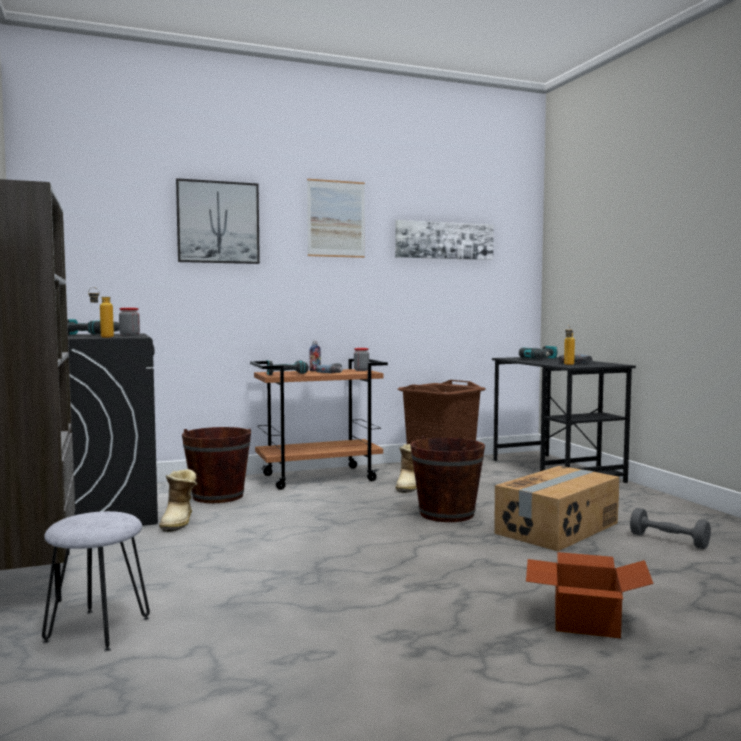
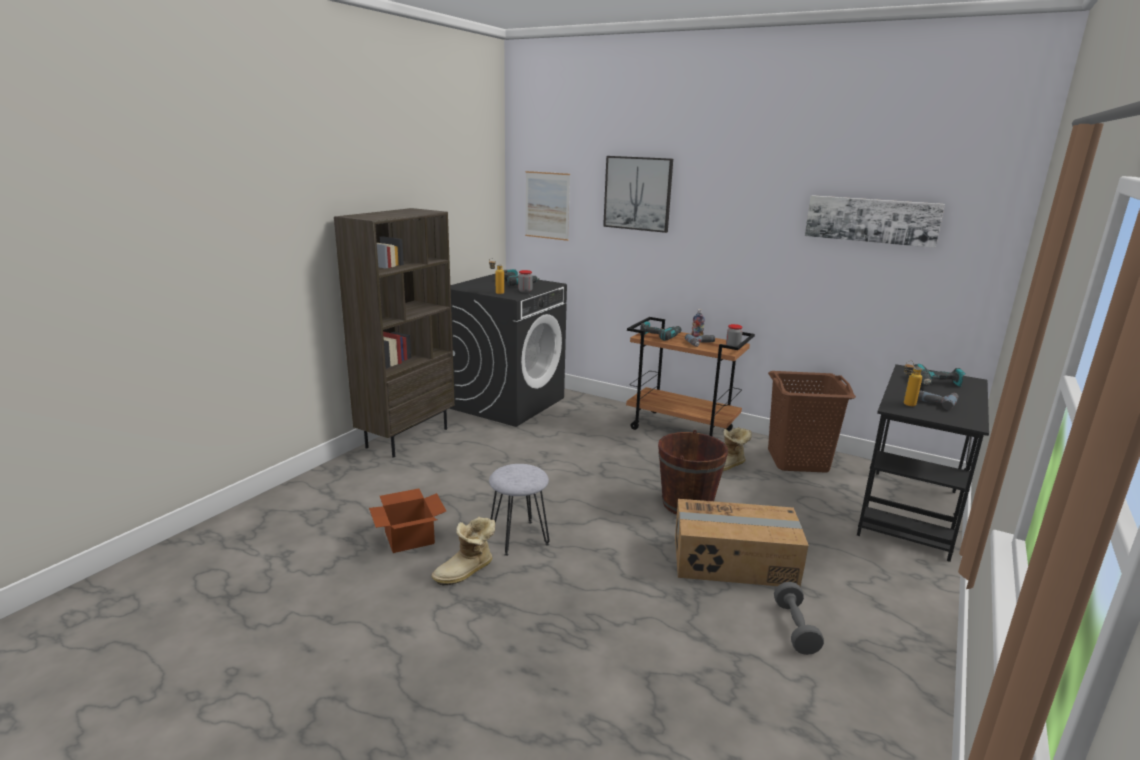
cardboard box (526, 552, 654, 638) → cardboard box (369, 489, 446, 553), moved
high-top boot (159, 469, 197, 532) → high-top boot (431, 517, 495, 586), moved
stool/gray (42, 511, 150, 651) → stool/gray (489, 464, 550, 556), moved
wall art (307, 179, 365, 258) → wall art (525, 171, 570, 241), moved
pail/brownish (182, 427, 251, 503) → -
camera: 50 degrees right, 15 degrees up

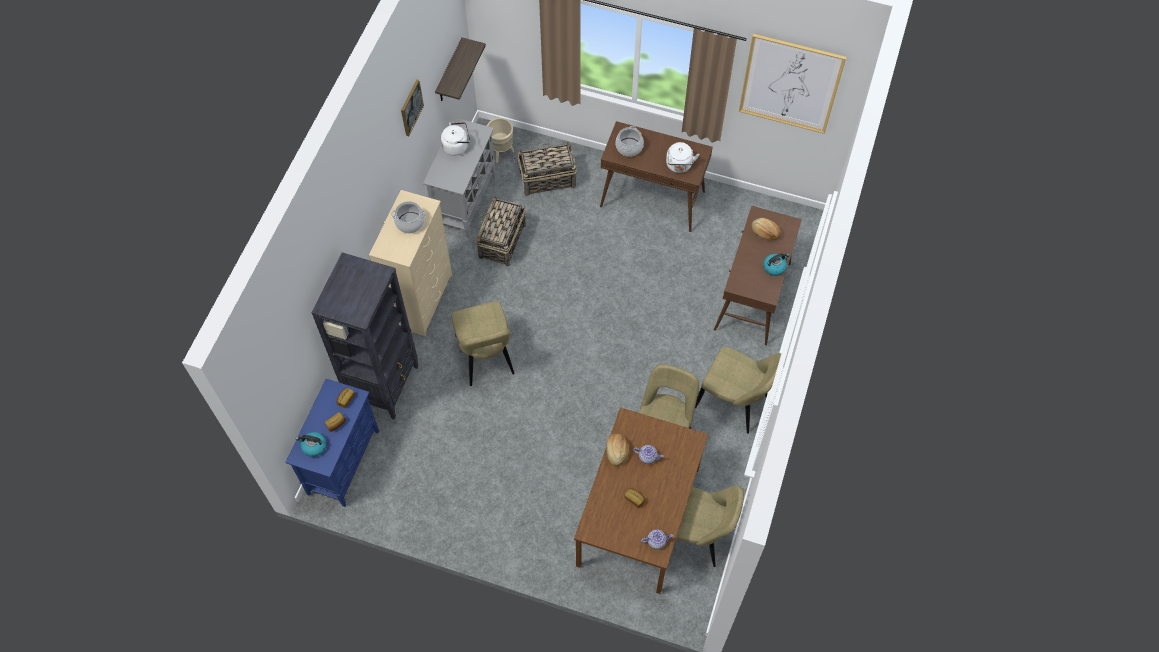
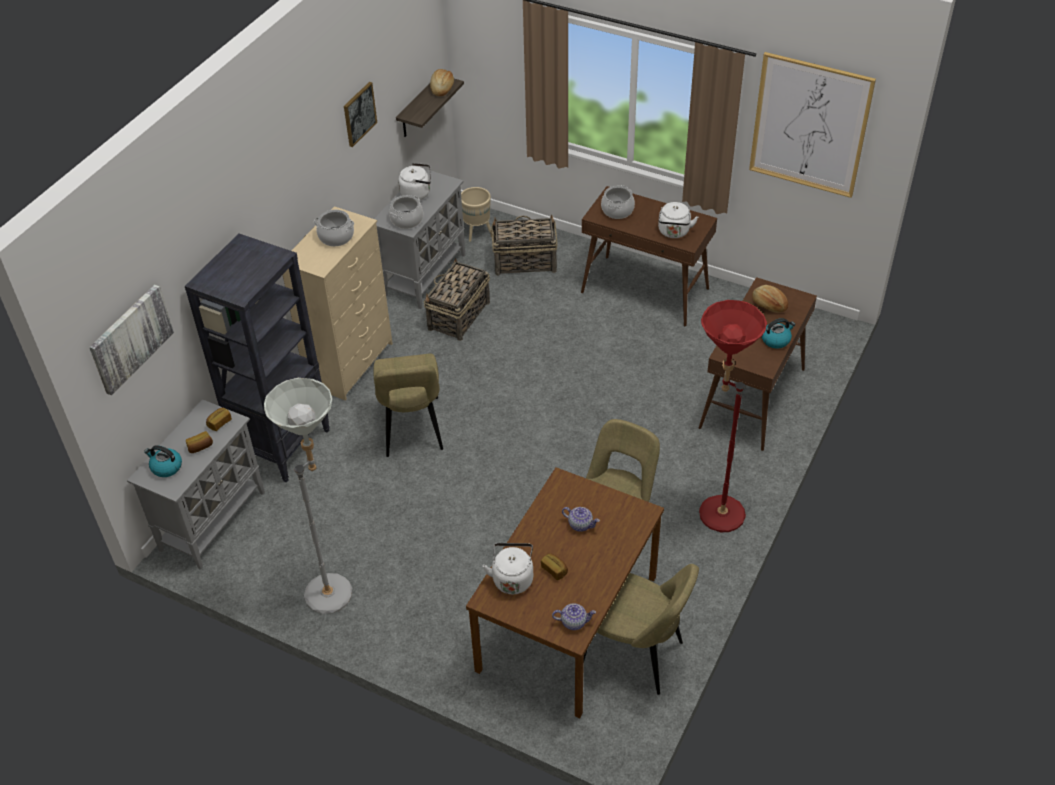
- → wall art (89, 284, 174, 395)
cupboard/blue-coloured (285, 379, 379, 507) → cupboard/gray (127, 399, 265, 570)
- → standard lamp/gray (264, 378, 352, 614)
- → saucepot (389, 195, 423, 229)
bread (606, 433, 629, 466) → bread (430, 69, 454, 96), moved
- → tea kettle/whitish (483, 543, 533, 594)
plain chair/sand-coloured (695, 347, 782, 434) → standard lamp/red (699, 300, 767, 532)
camera: 10 degrees right, 15 degrees down

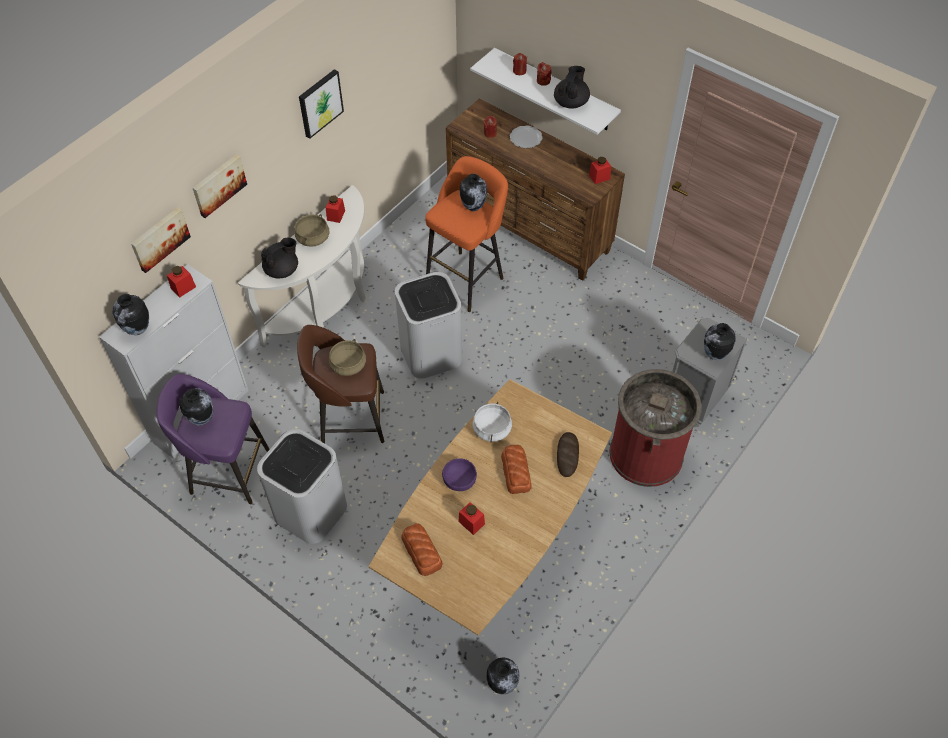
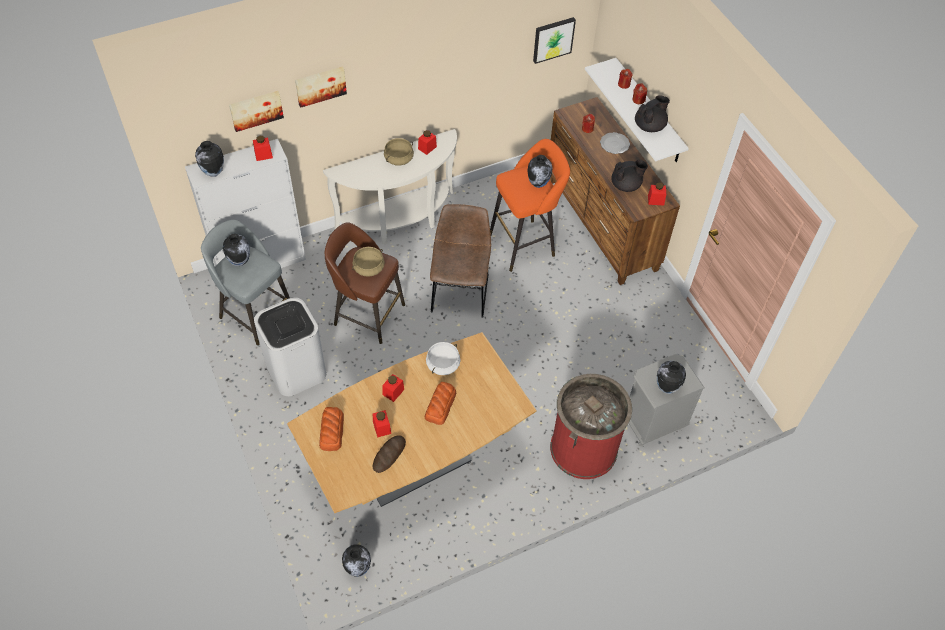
stool/purple (156, 374, 270, 504) → stool/gray (201, 219, 290, 345)
bread (557, 432, 579, 477) → bread (373, 435, 406, 473), moved
bowl/purple (442, 459, 477, 491) → preserve jar/red (383, 374, 404, 402)
rubbish bin/whitish (395, 272, 462, 378) → plain chair/brownish (430, 204, 491, 318)
wall art (299, 69, 344, 139) → wall art (533, 17, 576, 64), moved
teapot/black (261, 237, 298, 278) → teapot/black (611, 160, 648, 192), moved
camera: 25 degrees right, 0 degrees up

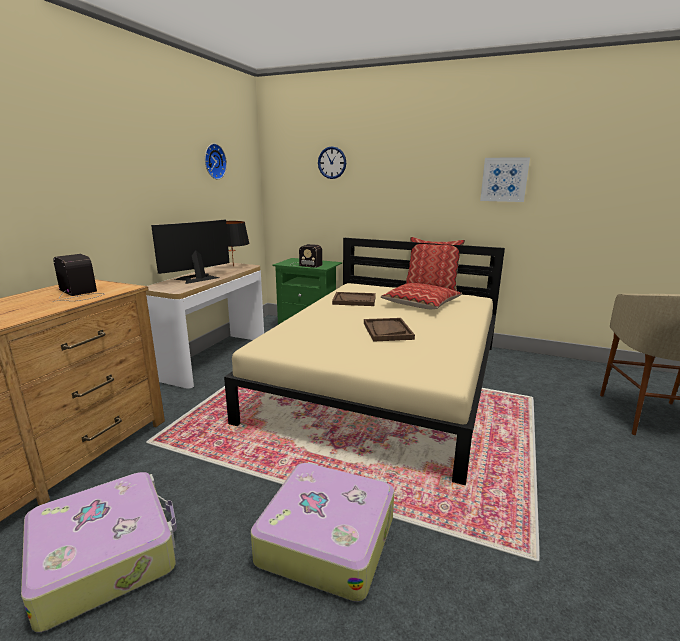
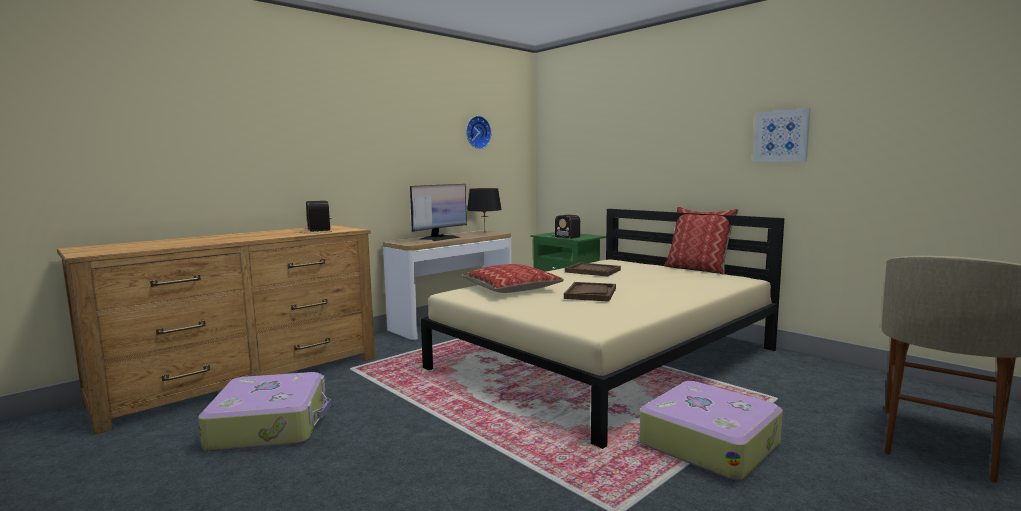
monitor (151, 220, 229, 284) → monitor (410, 184, 467, 241), 150 degrees clockwise
pillow (381, 283, 462, 309) → pillow (462, 264, 564, 293), moved
travel case (251, 462, 394, 602) → travel case (639, 381, 783, 480), moved
clock on the wall (318, 146, 346, 179) → -
camera: 25 degrees right, 10 degrees down

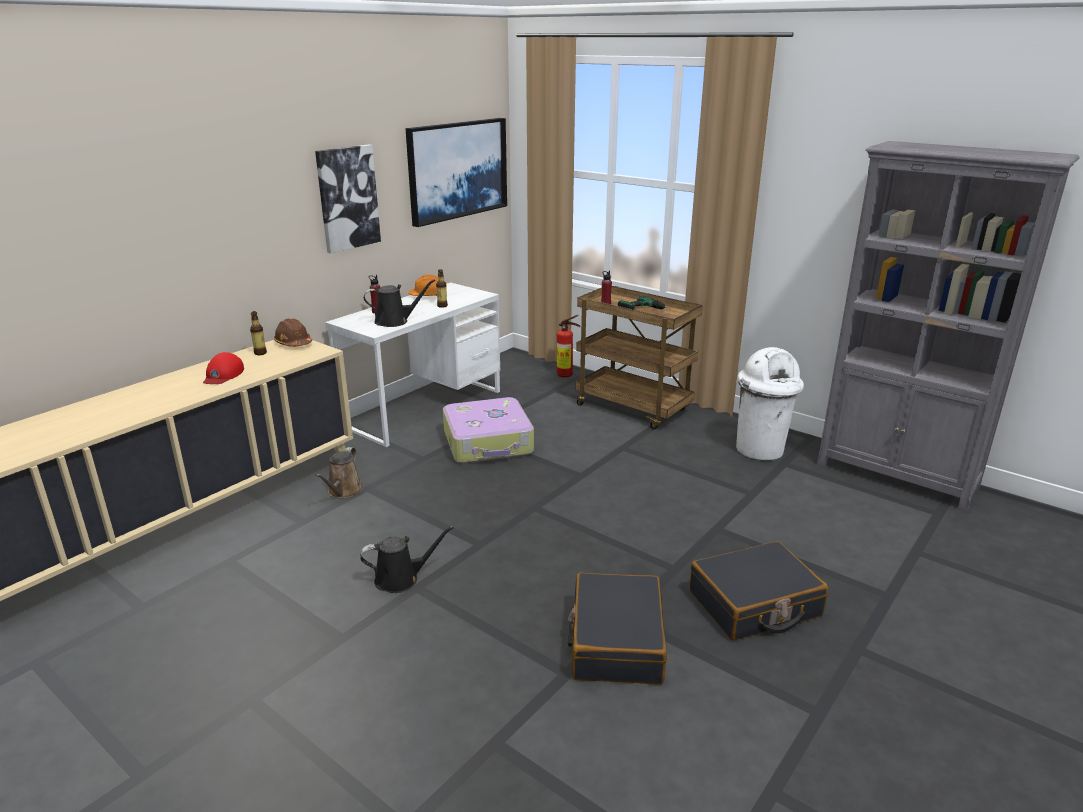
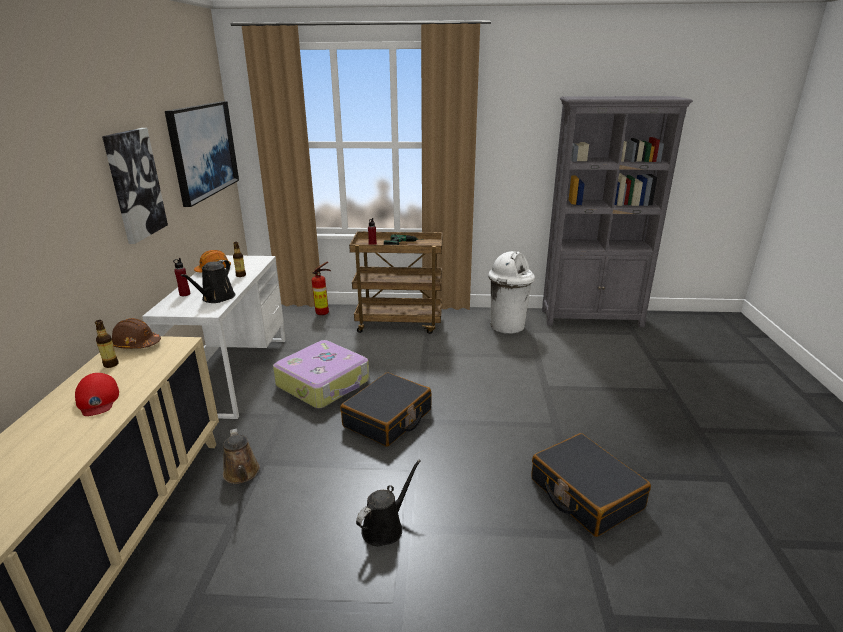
watering can/black (364, 279, 435, 327) → watering can/black (181, 260, 235, 303), 150 degrees clockwise
travel case/black (689, 541, 828, 640) → travel case/black (340, 372, 432, 447), moved
camera: 35 degrees left, 0 degrees up

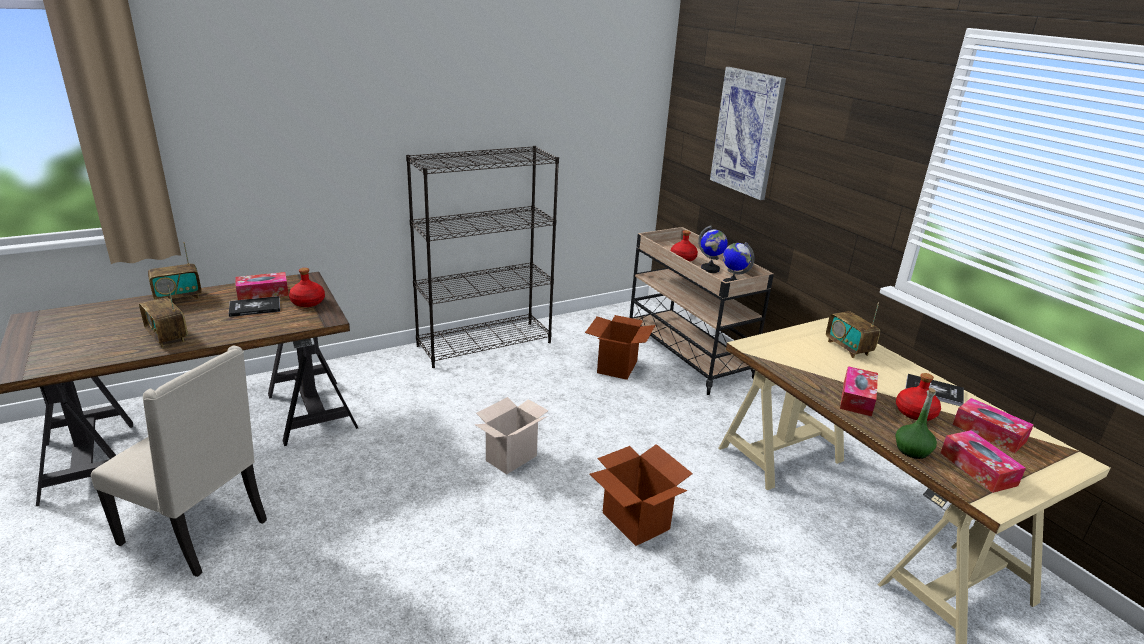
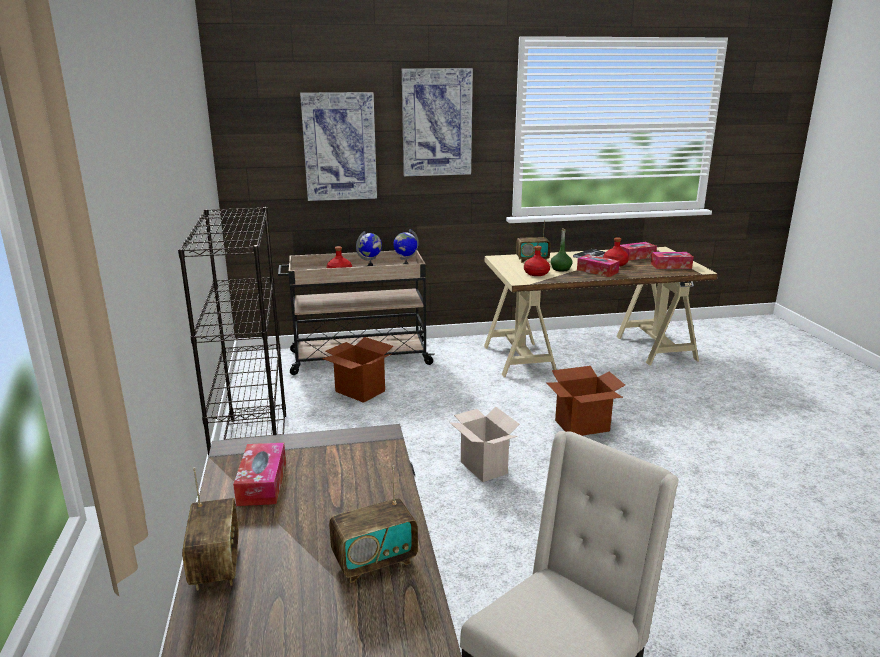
- → wall art (402, 68, 473, 176)
beverage bottle/red (289, 268, 325, 307) → beverage bottle/red (524, 246, 550, 276), moved
beverage bottle/greenish (896, 388, 937, 459) → beverage bottle/greenish (551, 229, 573, 271), moved
bound book (229, 296, 280, 317) → -
camera: 70 degrees left, 5 degrees down

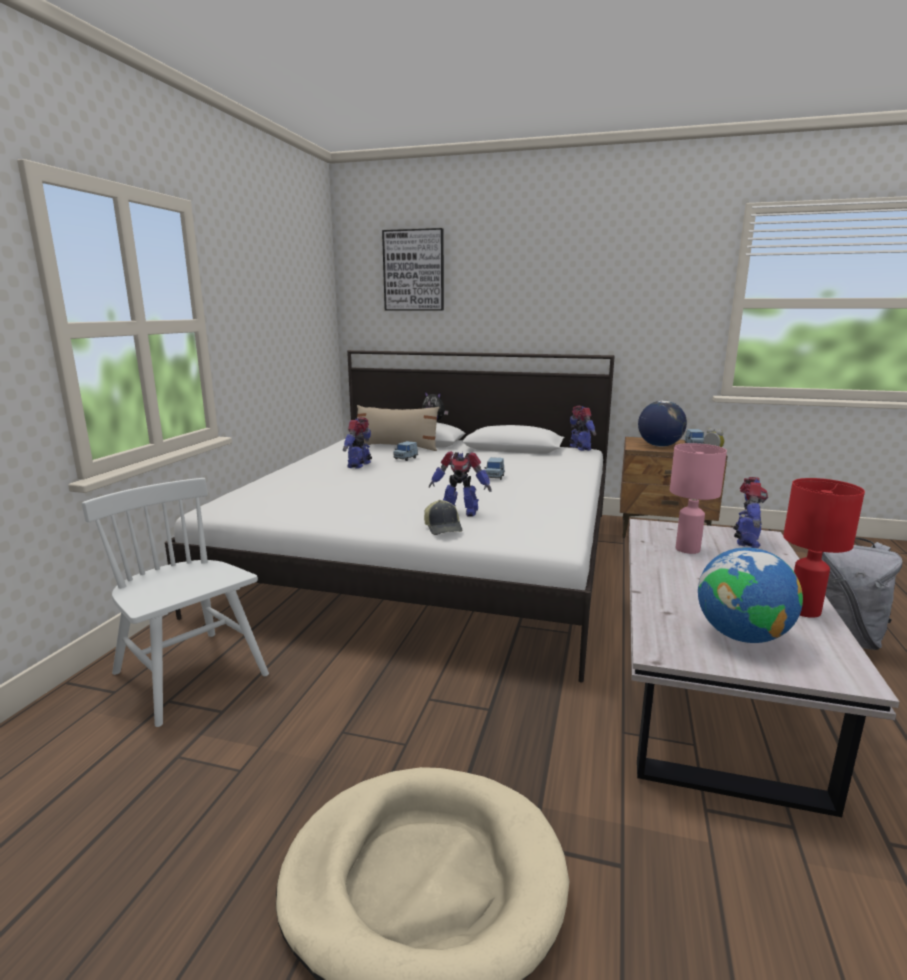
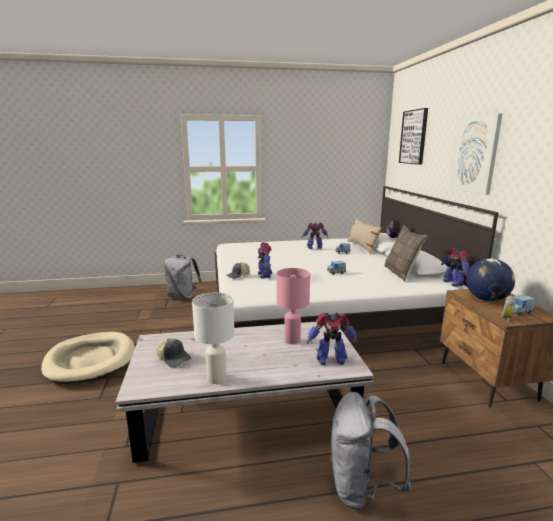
world globe (698, 547, 803, 643) → cap (156, 338, 191, 368)
plain chair/whitish (82, 478, 269, 727) → rucksack/gray (164, 255, 202, 299)
lamp for a table/red (783, 478, 865, 618) → lamp for a table/whitish (192, 292, 235, 384)
- → pillow (384, 225, 427, 281)
robot figure (569, 406, 596, 451) → robot figure (441, 248, 469, 287), 120 degrees clockwise
- → wall art (448, 113, 502, 195)
camera: 65 degrees right, 0 degrees up

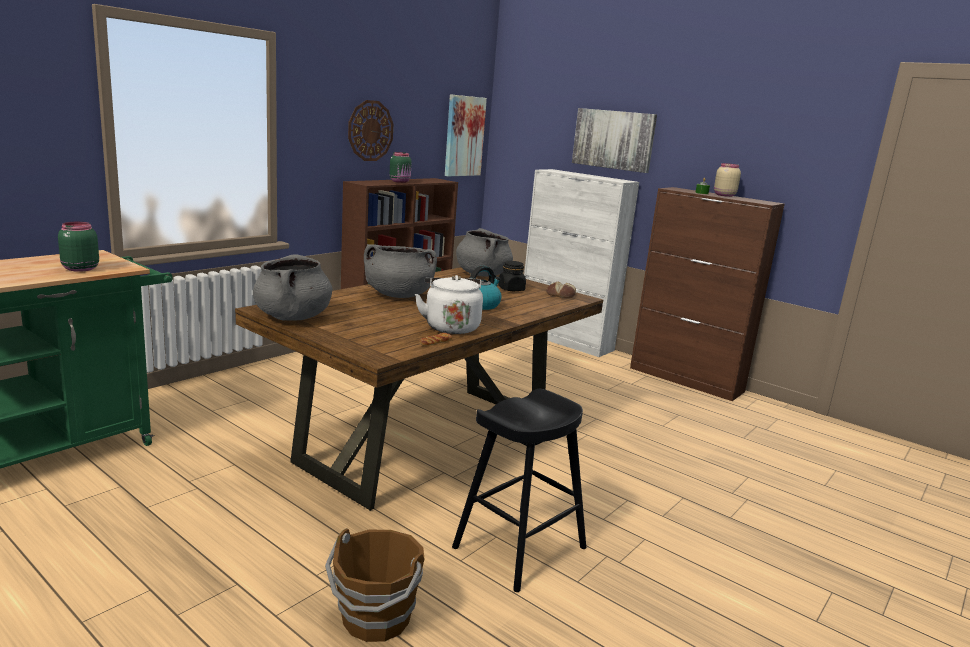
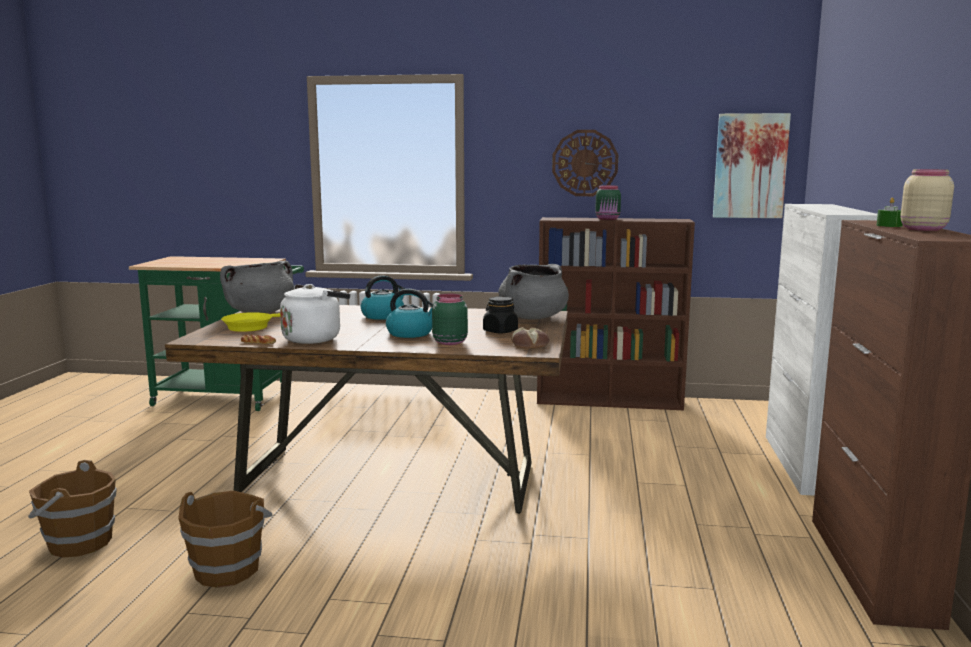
stool/black (452, 389, 586, 592) → pail/brownish (178, 491, 272, 588)
- → pan/yellowish (221, 312, 280, 332)
saucepot/gray (364, 244, 437, 298) → tea kettle (361, 275, 406, 320)
preserve jar/greenish (58, 222, 99, 272) → preserve jar/greenish (432, 294, 468, 345), moved
wall art (572, 108, 657, 173) → -
camera: 60 degrees right, 5 degrees down

